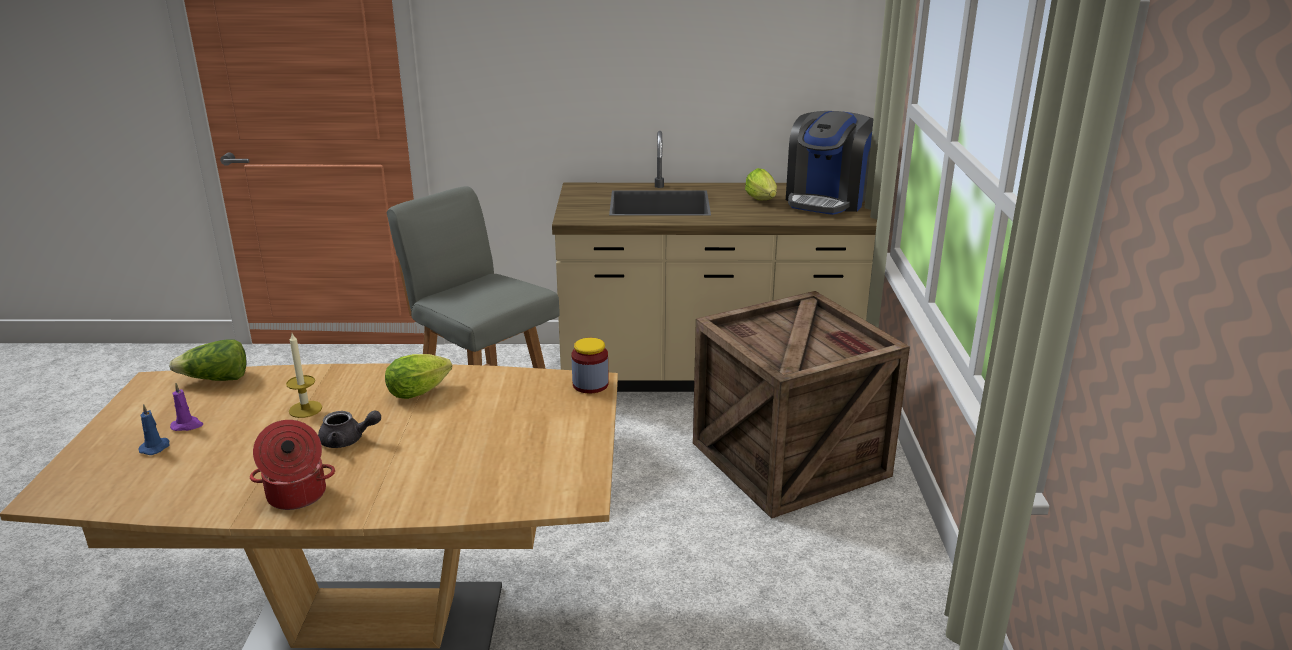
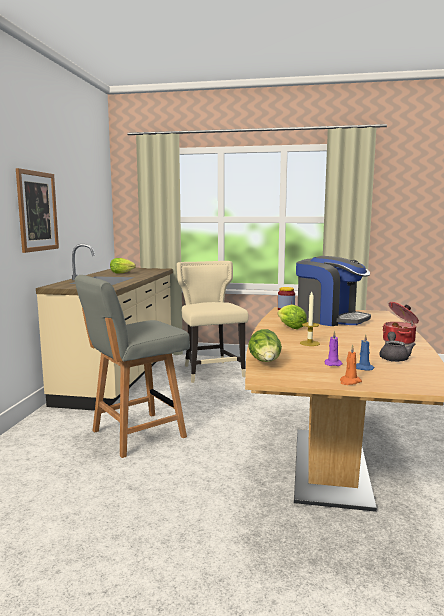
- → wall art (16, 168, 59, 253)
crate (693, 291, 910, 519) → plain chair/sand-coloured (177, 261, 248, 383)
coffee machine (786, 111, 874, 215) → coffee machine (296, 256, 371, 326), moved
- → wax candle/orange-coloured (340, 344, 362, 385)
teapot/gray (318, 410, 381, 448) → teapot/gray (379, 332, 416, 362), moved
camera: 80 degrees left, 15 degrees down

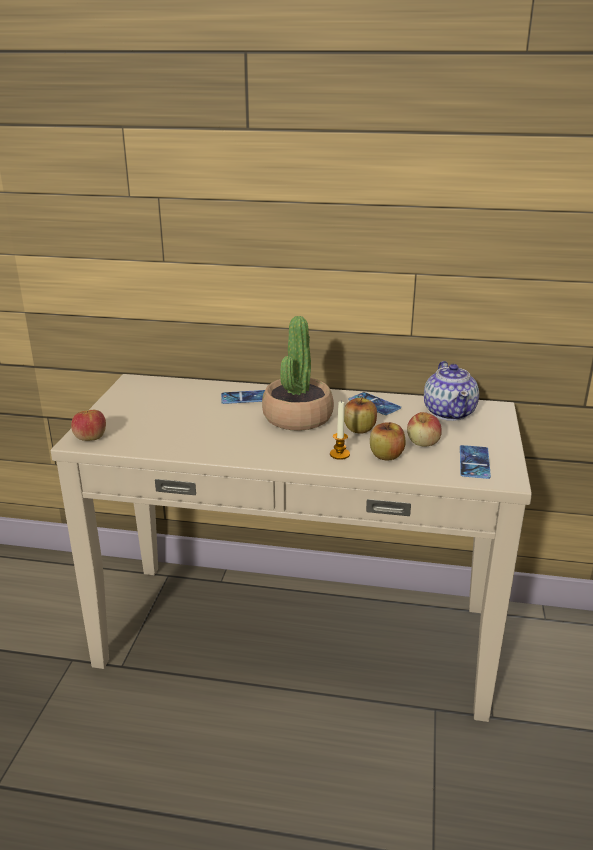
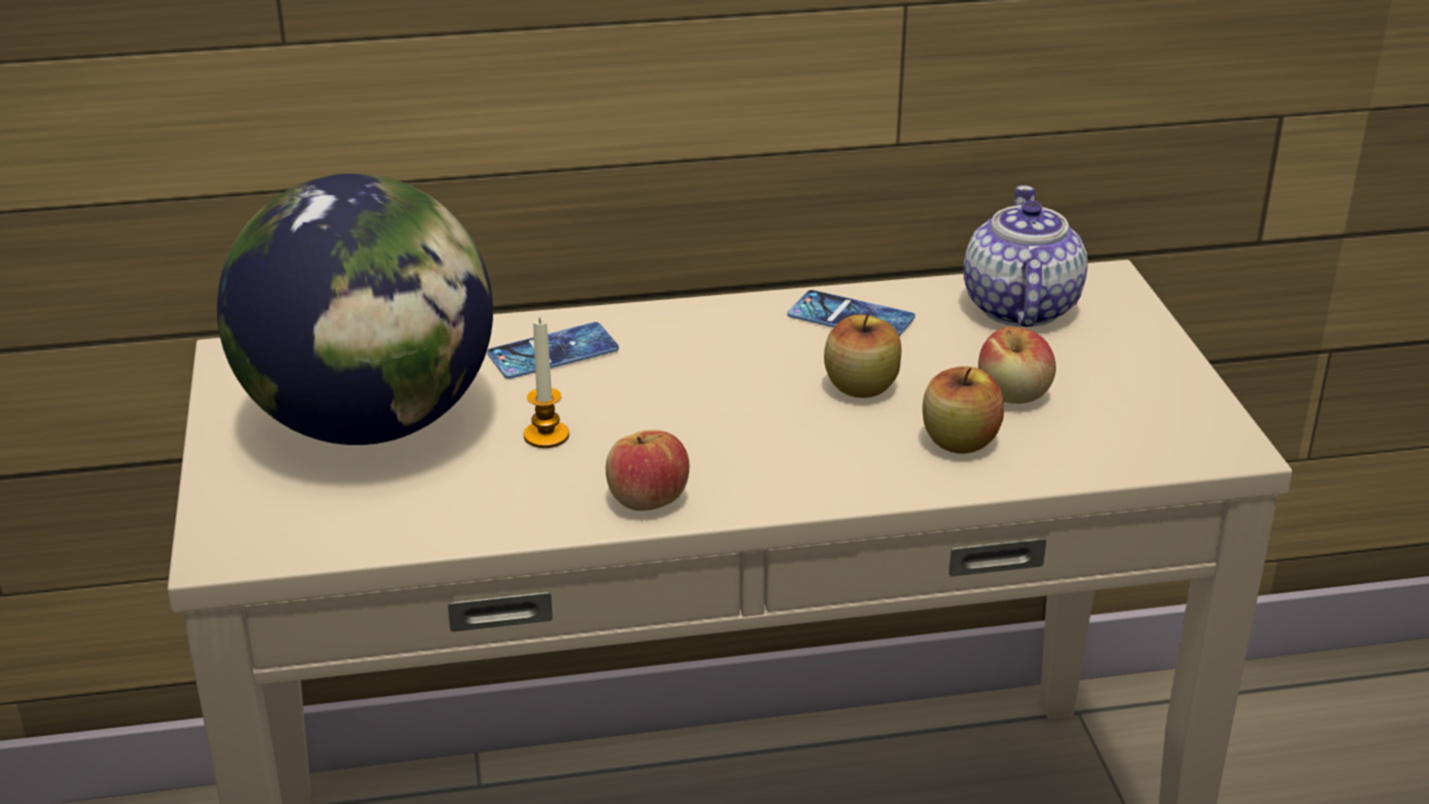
- → world globe (217, 173, 493, 445)
wax candle (330, 400, 350, 460) → wax candle (524, 317, 569, 448), moved
whole apple (71, 410, 106, 441) → whole apple (606, 430, 689, 511), moved
teapot (424, 361, 479, 421) → teapot (963, 185, 1088, 327), 150 degrees counterclockwise
potted plant (262, 316, 334, 431) → -
phone (460, 445, 491, 479) → -
camera: 20 degrees left, 5 degrees up

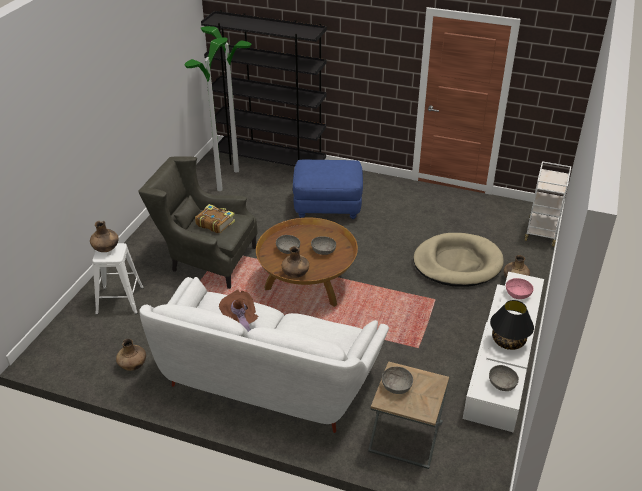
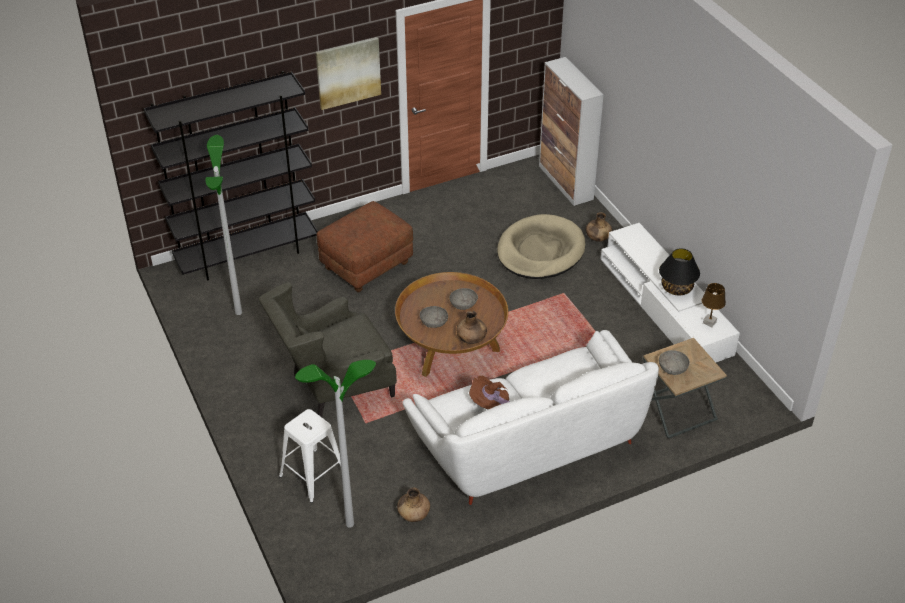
standard lamp (201, 26, 252, 173) → standard lamp (295, 360, 376, 527), moved
- → wall art (316, 37, 381, 110)
footrest/blue-coloured (293, 160, 363, 219) → footrest/brownish (317, 201, 413, 292)
cart/whitish (524, 161, 571, 247) → cupboard (539, 57, 604, 206)
bowl/gray (489, 365, 519, 391) → lamp for a table/brownish (702, 283, 726, 327)
decorative vase/brownish (90, 221, 118, 252) → -
bound book (195, 204, 235, 233) → -
bowl/pink (506, 278, 534, 299) → -
camera: 45 degrees left, 5 degrees up

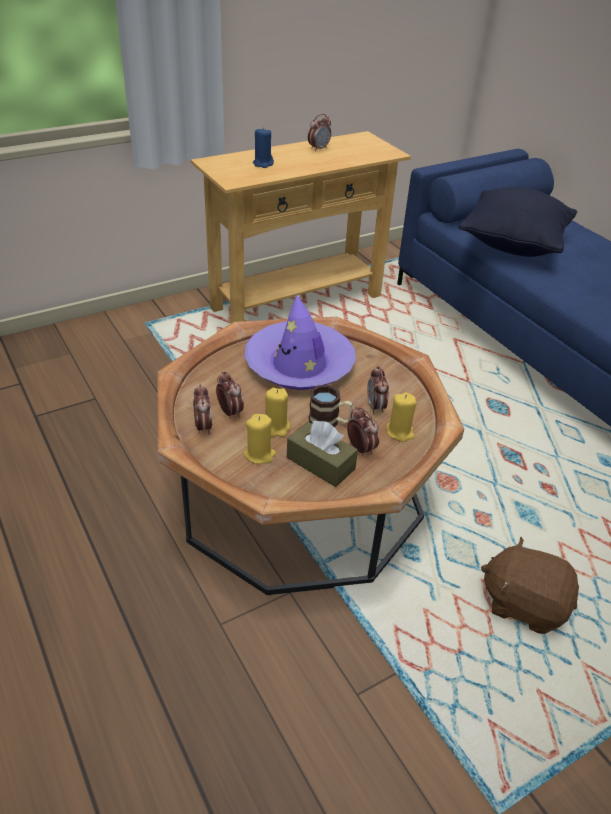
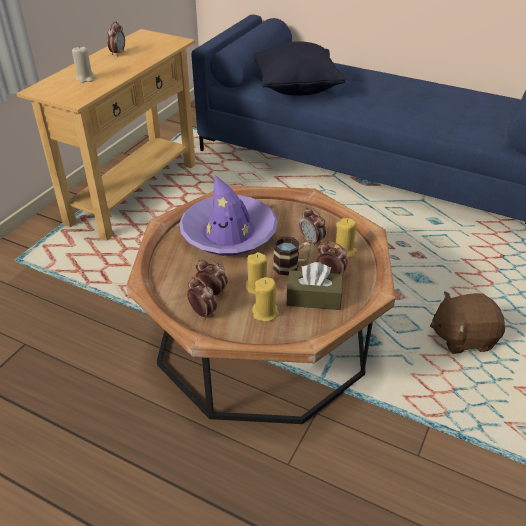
wax candle/blue-coloured (253, 127, 274, 168) → wax candle/sand-coloured (72, 46, 95, 83)
camera: 30 degrees left, 0 degrees up

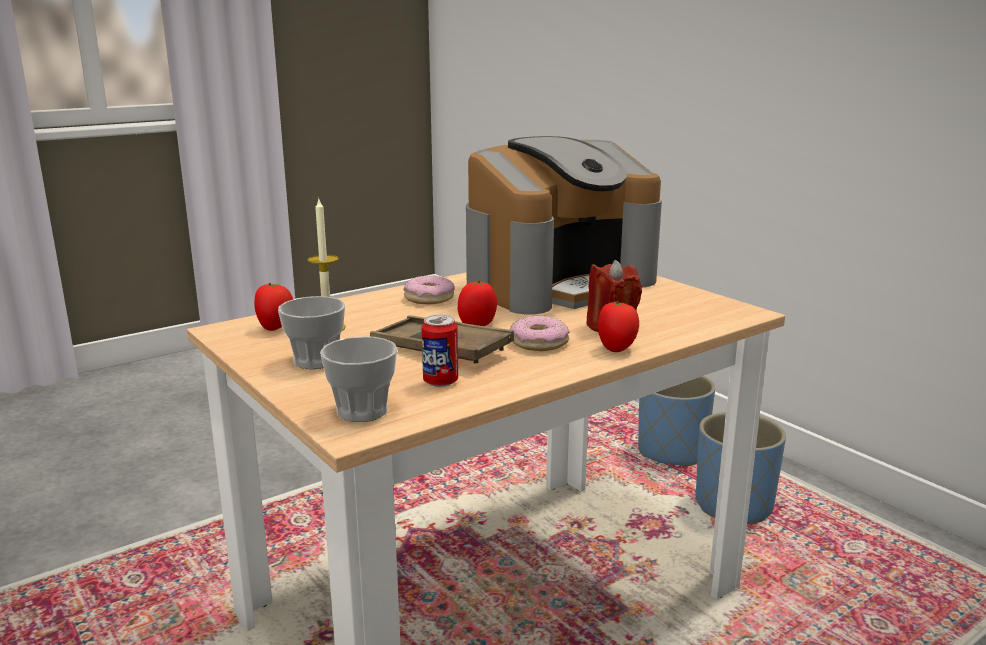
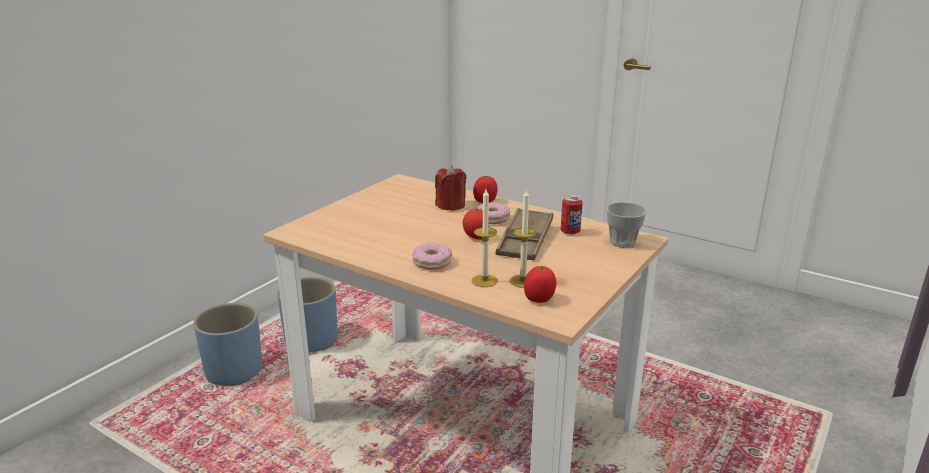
- → wax candle (472, 189, 498, 287)
small cup (278, 296, 345, 369) → -
coffee machine (466, 136, 662, 315) → -
camera: 110 degrees left, 5 degrees up

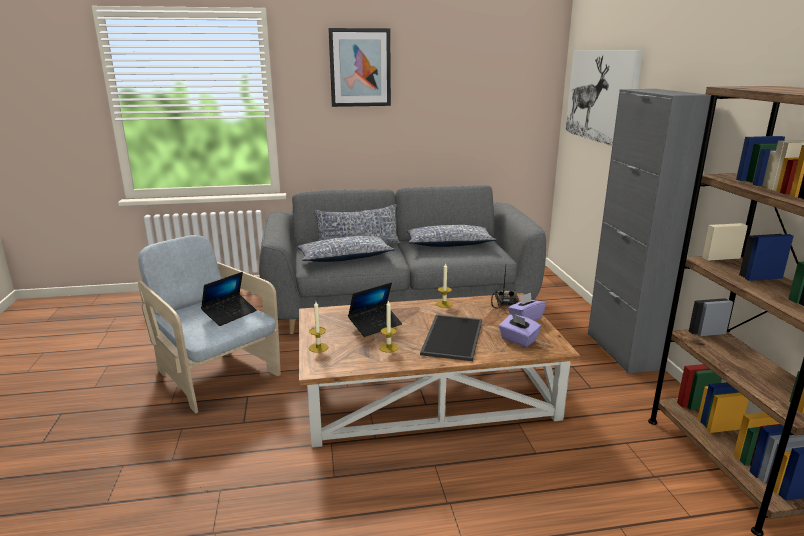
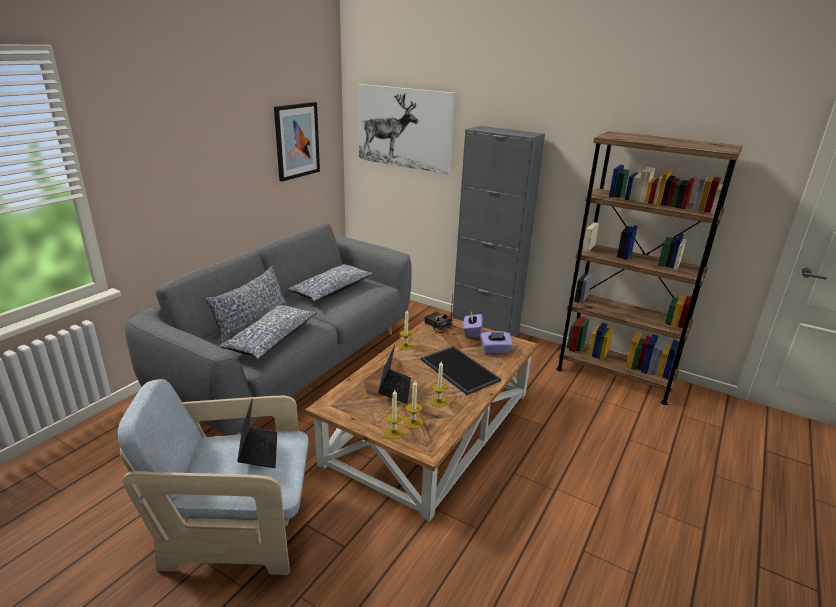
wall art (328, 28, 391, 107) → wall art (274, 102, 320, 182), moved
- → wax candle (404, 380, 423, 429)
camera: 50 degrees left, 5 degrees up

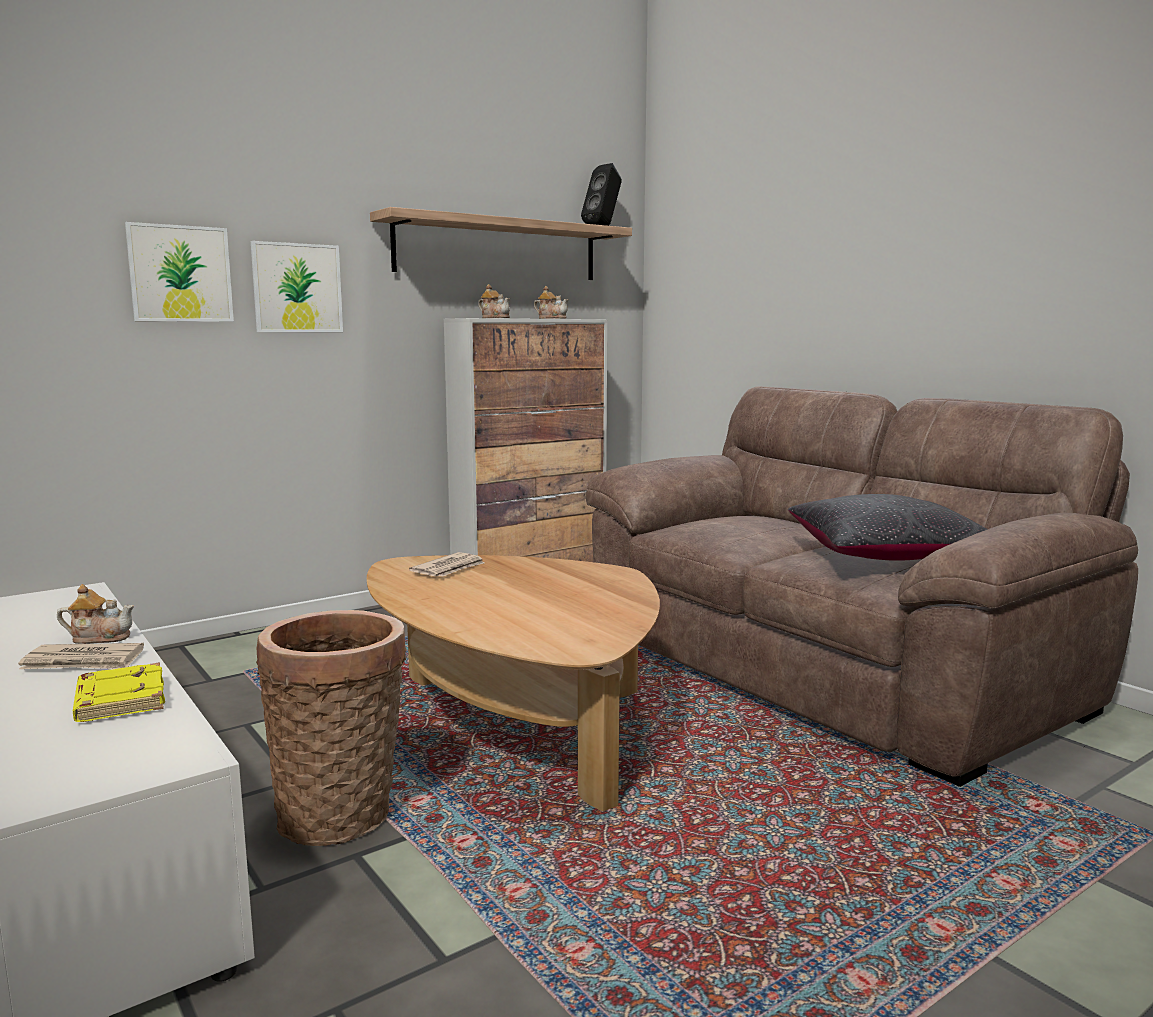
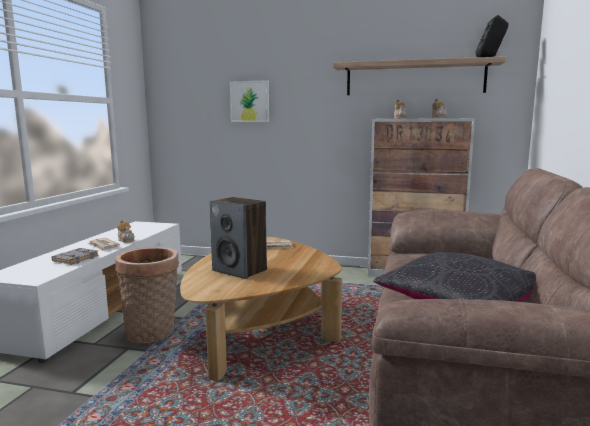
bound book/yellowish (73, 662, 165, 722) → bound book/gray (52, 248, 99, 265)
- → speaker (210, 197, 267, 279)
wall art (251, 241, 343, 332) → -
camera: 50 degrees right, 0 degrees up

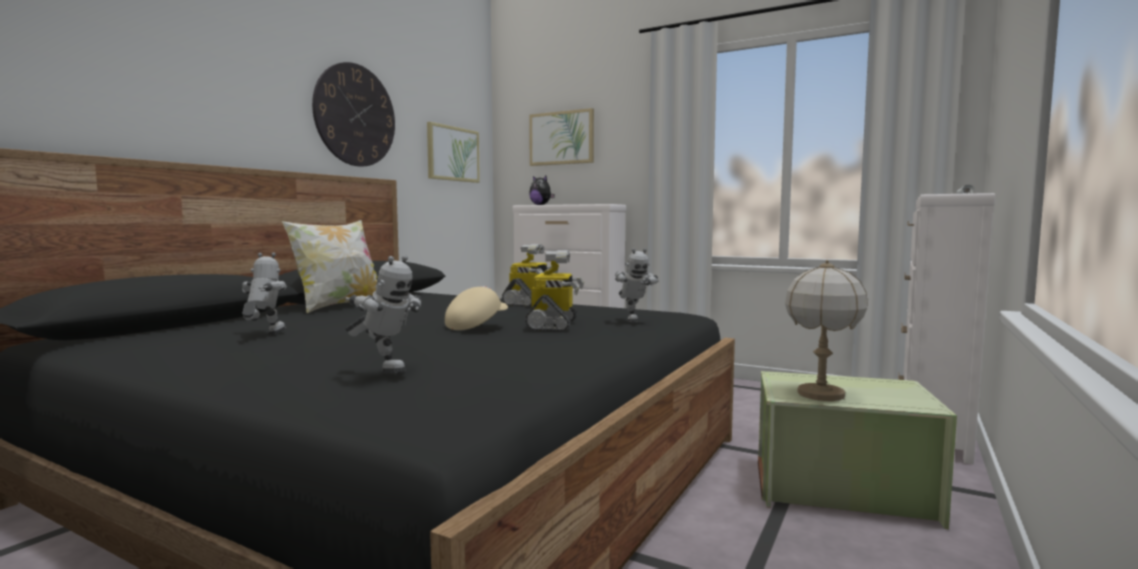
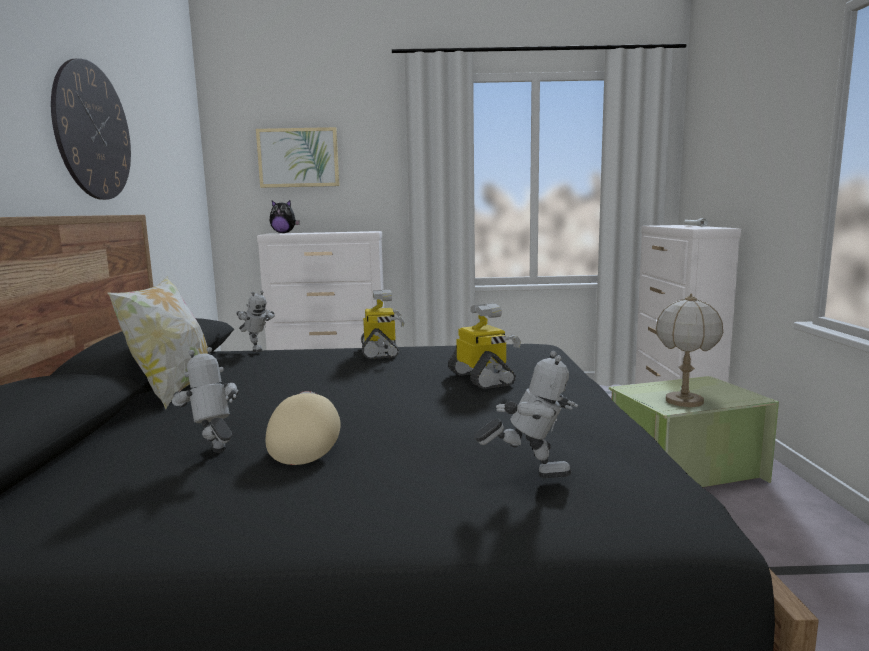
robot figure (615, 248, 659, 322) → robot figure (236, 291, 275, 352), moved
cap/sand-coloured (445, 286, 508, 330) → cap/sand-coloured (266, 391, 341, 465), moved
wall art (427, 122, 480, 183) → -
camera: 30 degrees left, 5 degrees up

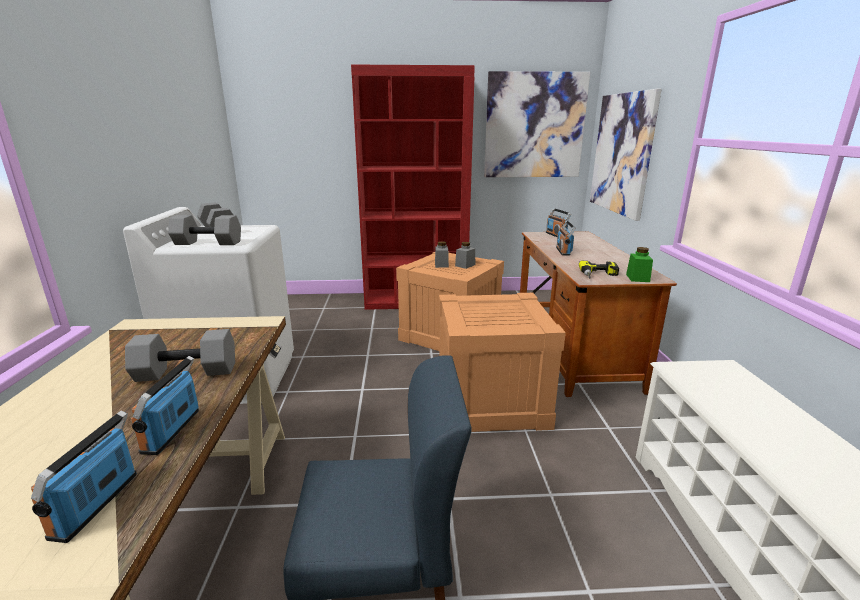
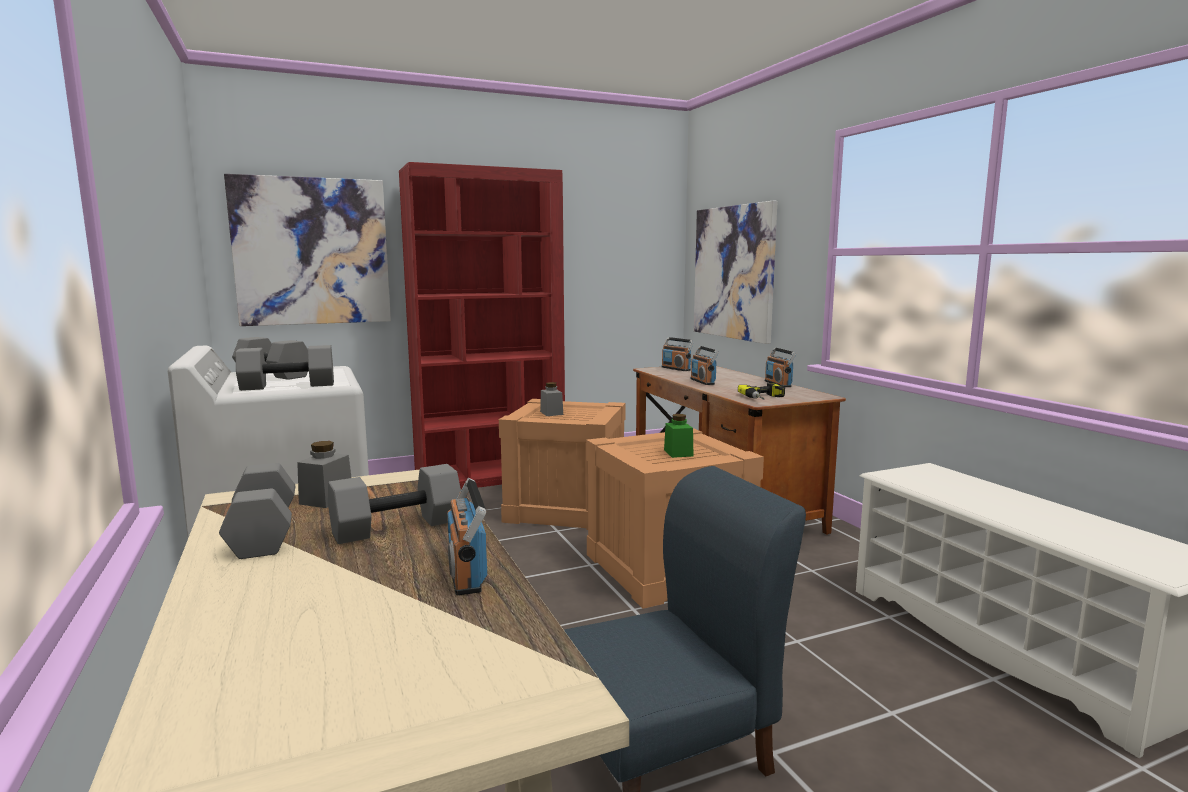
- → dumbbell/gray (219, 463, 295, 559)
wall art (484, 71, 590, 177) → wall art (224, 174, 391, 326), moved
preserve jar/gray (455, 242, 475, 269) → preserve jar/gray (297, 441, 352, 508), moved
preserve jar/greenish (626, 247, 653, 282) → preserve jar/greenish (664, 414, 693, 458), moved
radio set (31, 411, 137, 543) → radio set (765, 347, 796, 387), moved
camera: 20 degrees left, 10 degrees down

